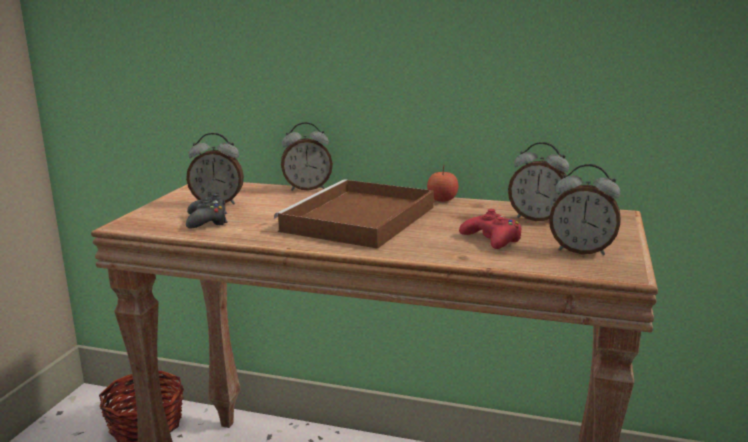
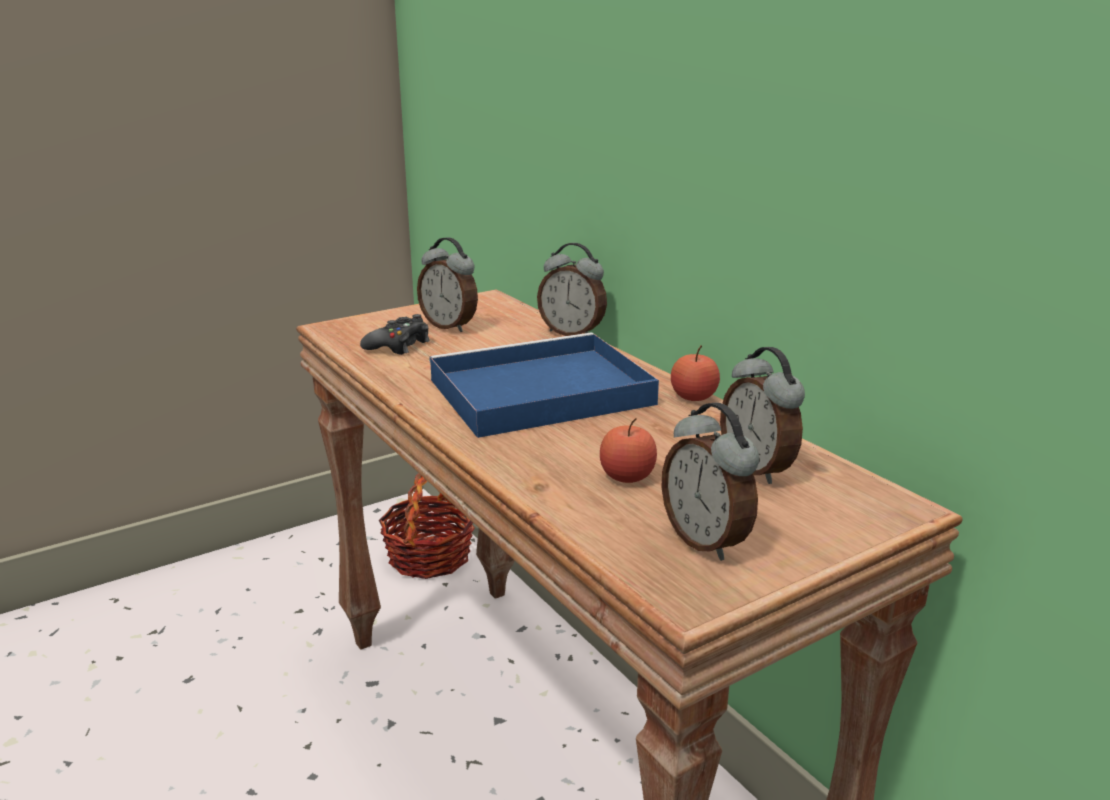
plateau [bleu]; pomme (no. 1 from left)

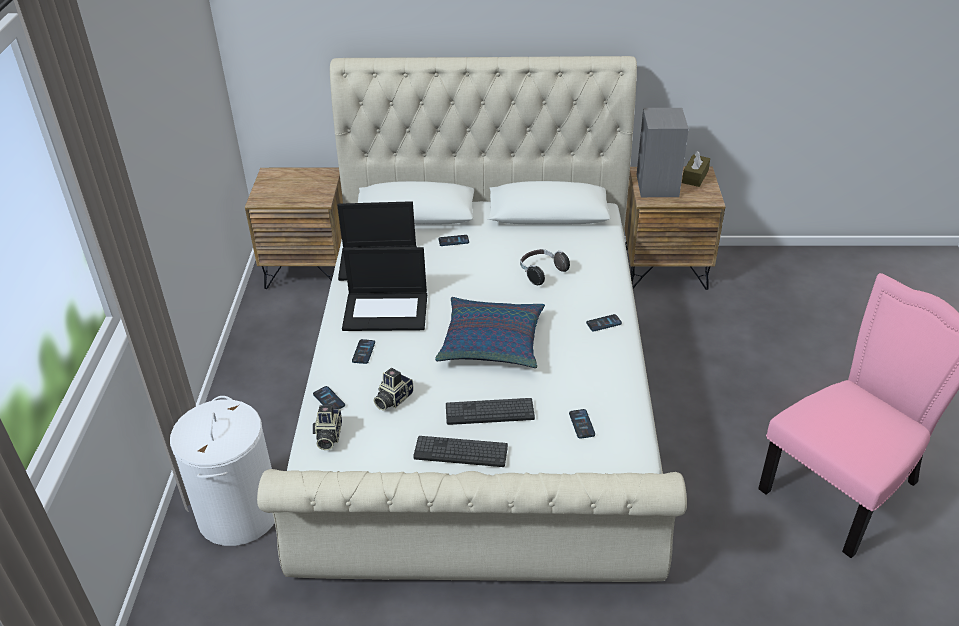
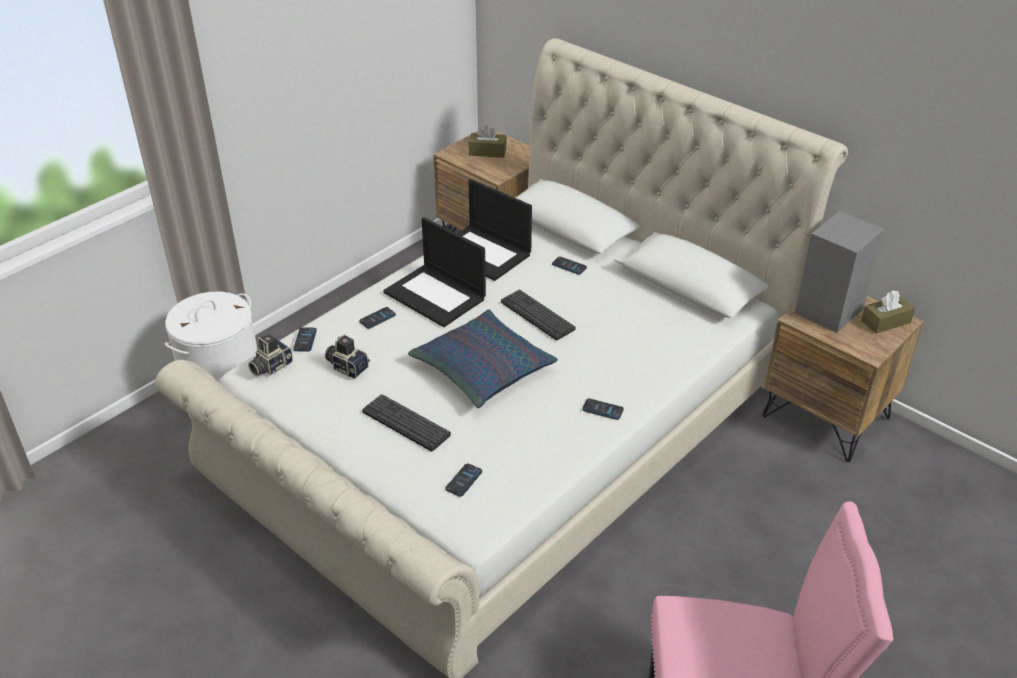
appareil photo (no. 2 from left); clavier (no. 2 from left); casque audio; boîte à mouchoirs [marron] (no. 1 from left)

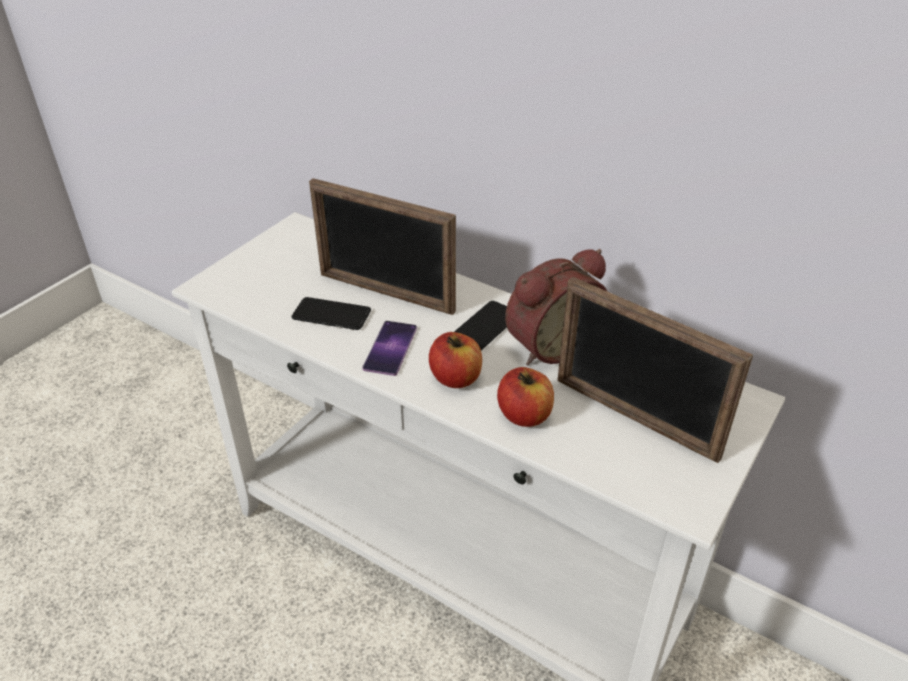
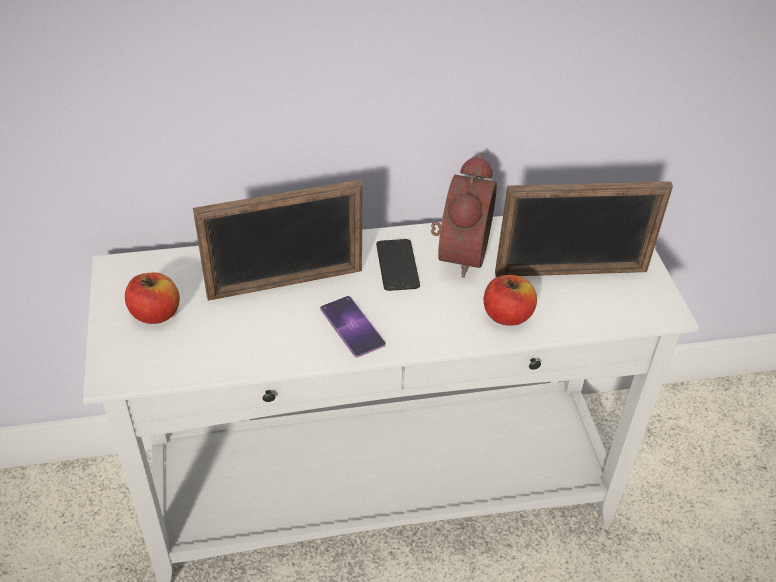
téléphone (no. 1 from left in the first image); pomme (no. 1 from left)

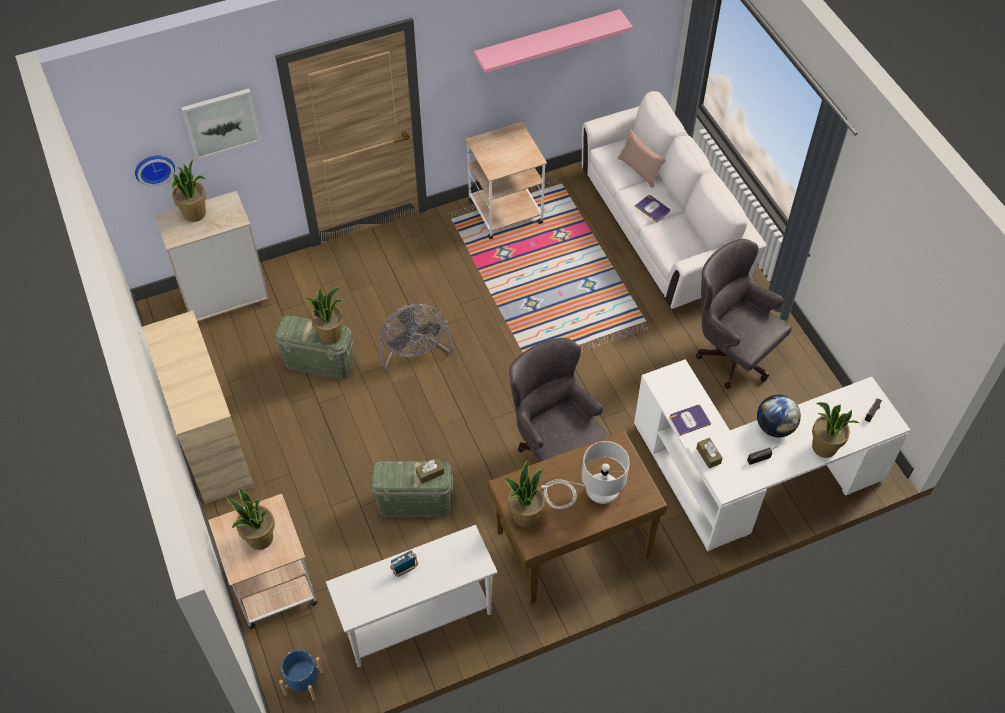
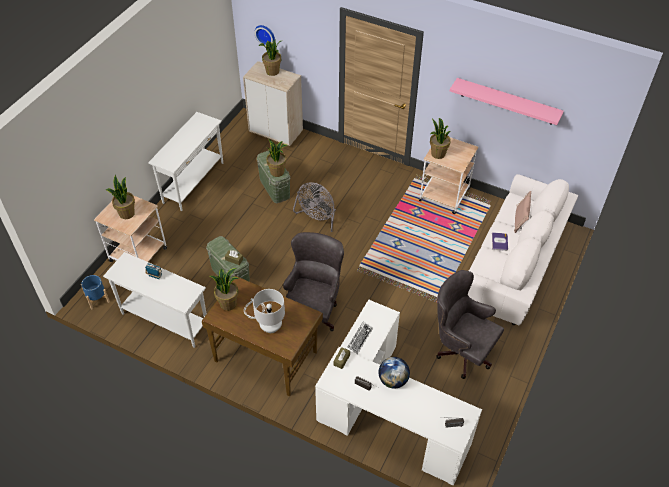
table console [blanc] (no. 2 from left); tableau; clavier; chaise de bureau [gris] (no. 2 from left); plante en pot (no. 5 from left)

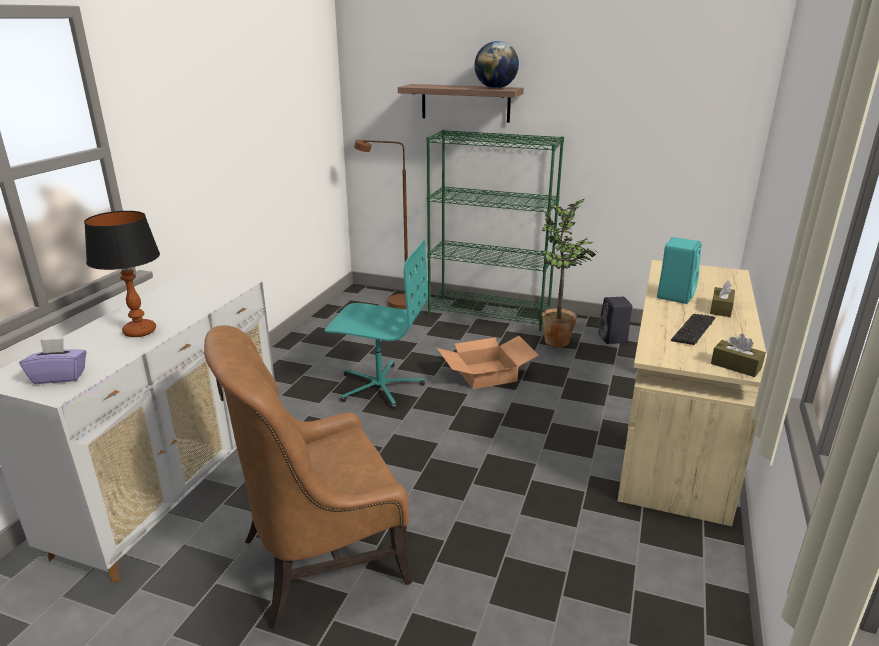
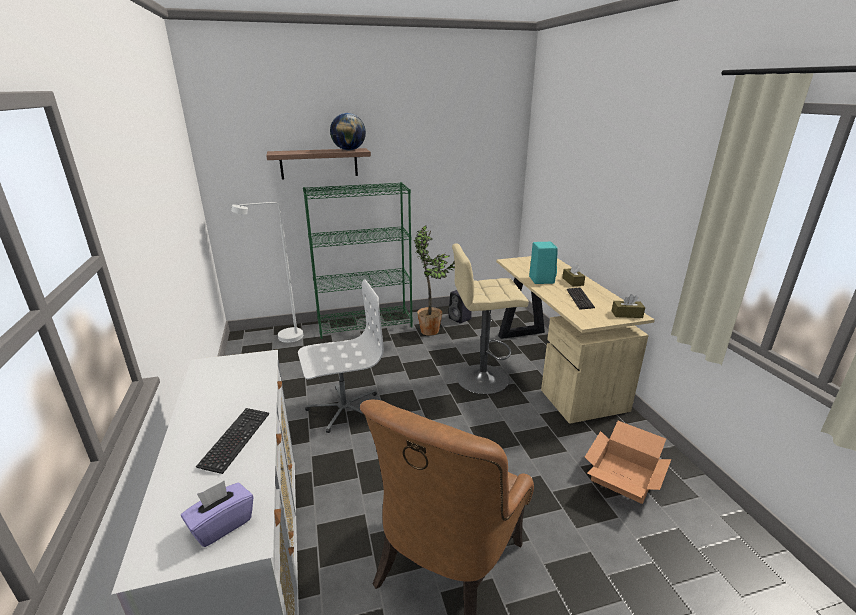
clavier (no. 1 from left); chaise de bureau [blanc]; lampadaire [blanc]; carton; tabouret [beige]

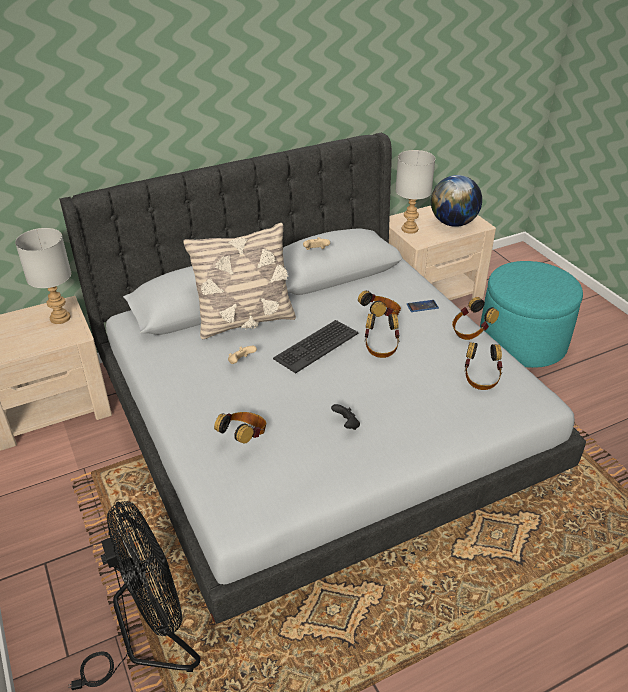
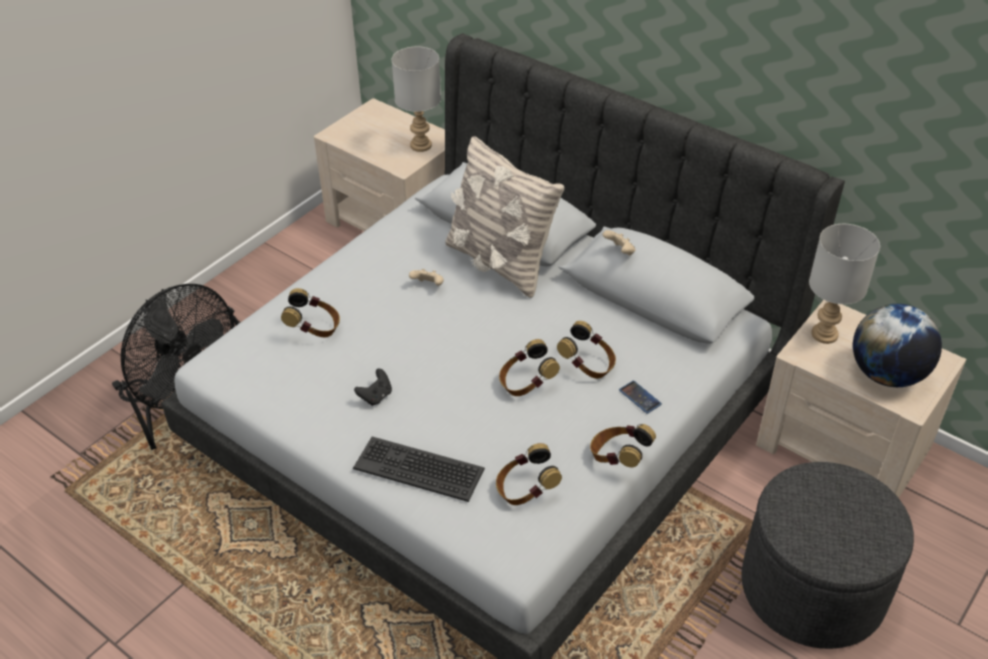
clavier; pouf [gris]

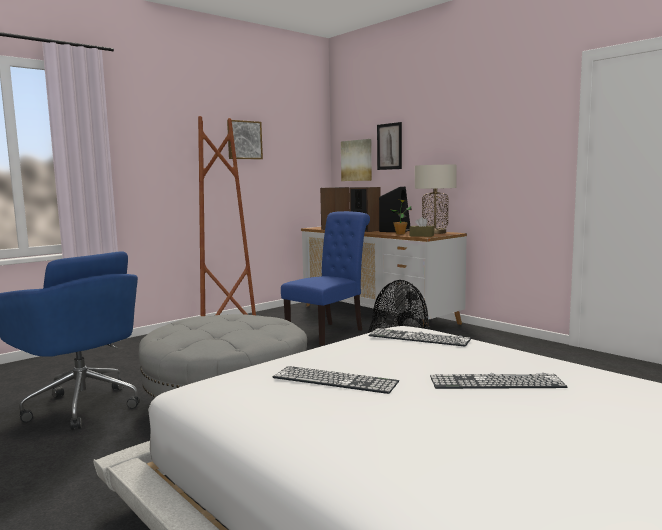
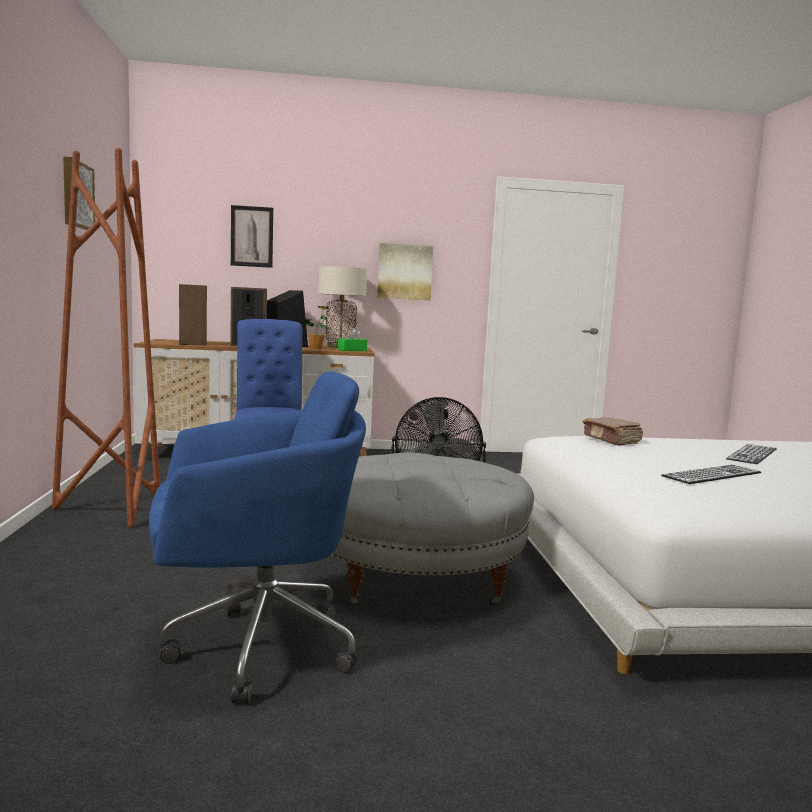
tableau (no. 3 from left); livre [marron]; boîte à mouchoirs [vert]

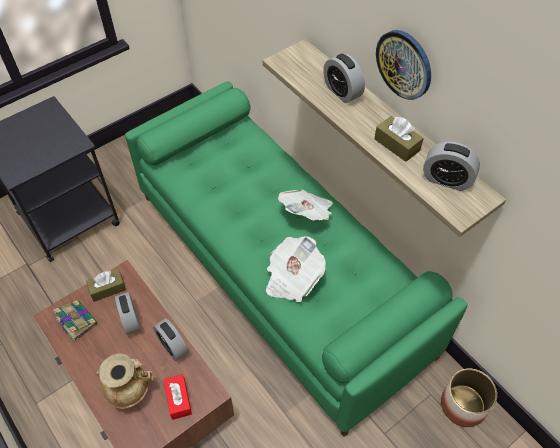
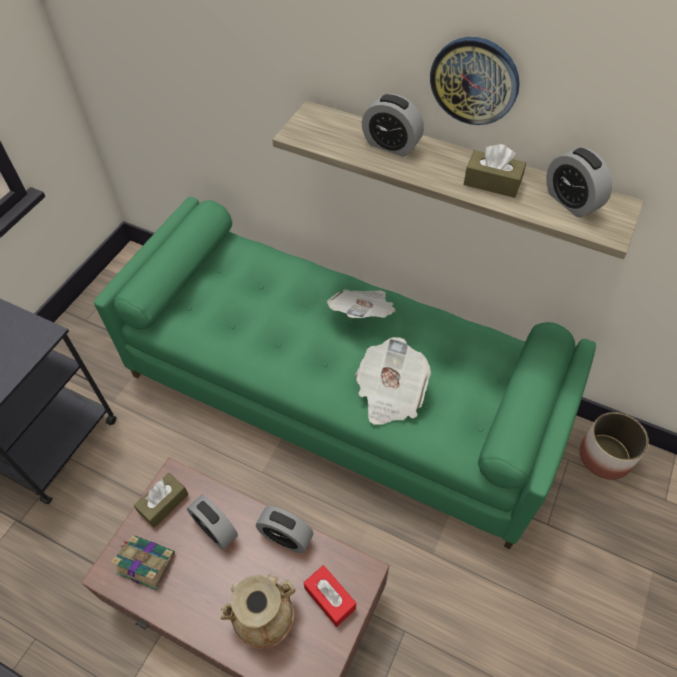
réveil (no. 4 from left)

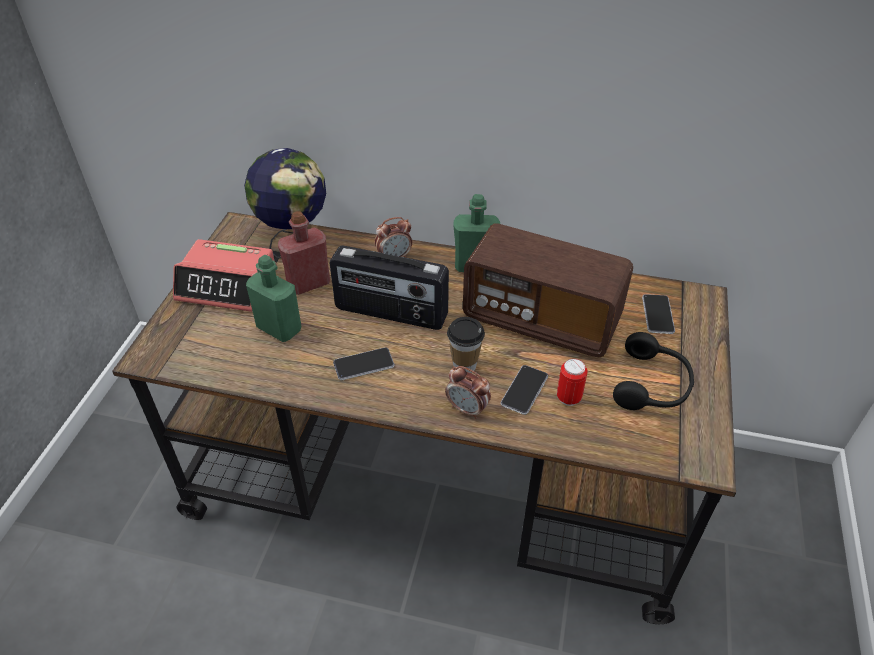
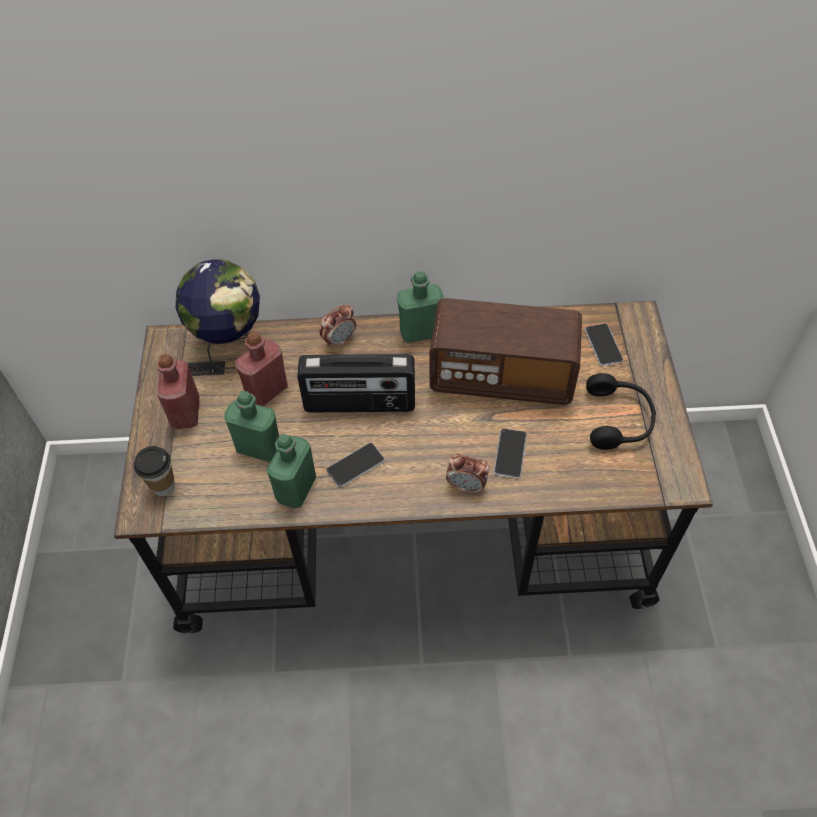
bouteille [rouge] (no. 1 from left); tasse; boîte métallique; bouteille [vert] (no. 2 from left)

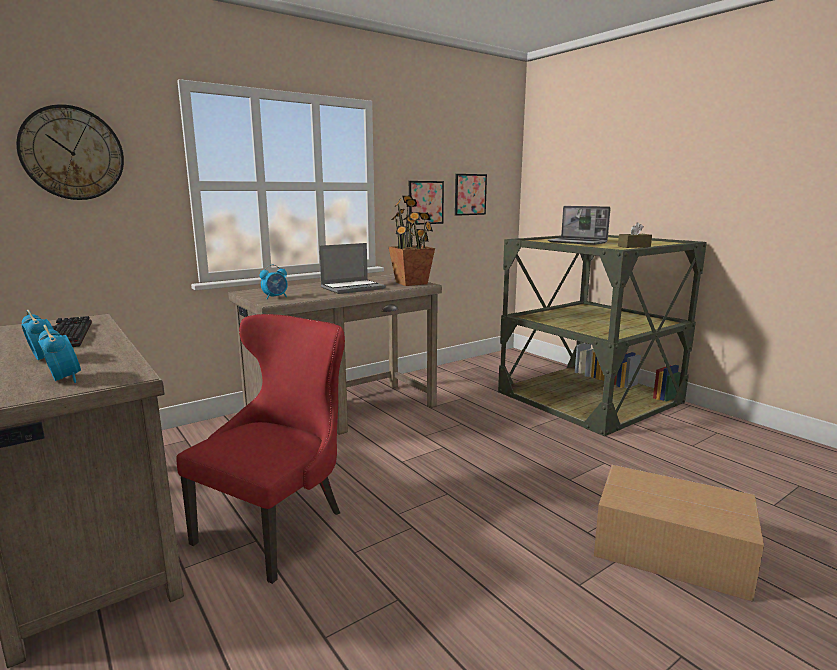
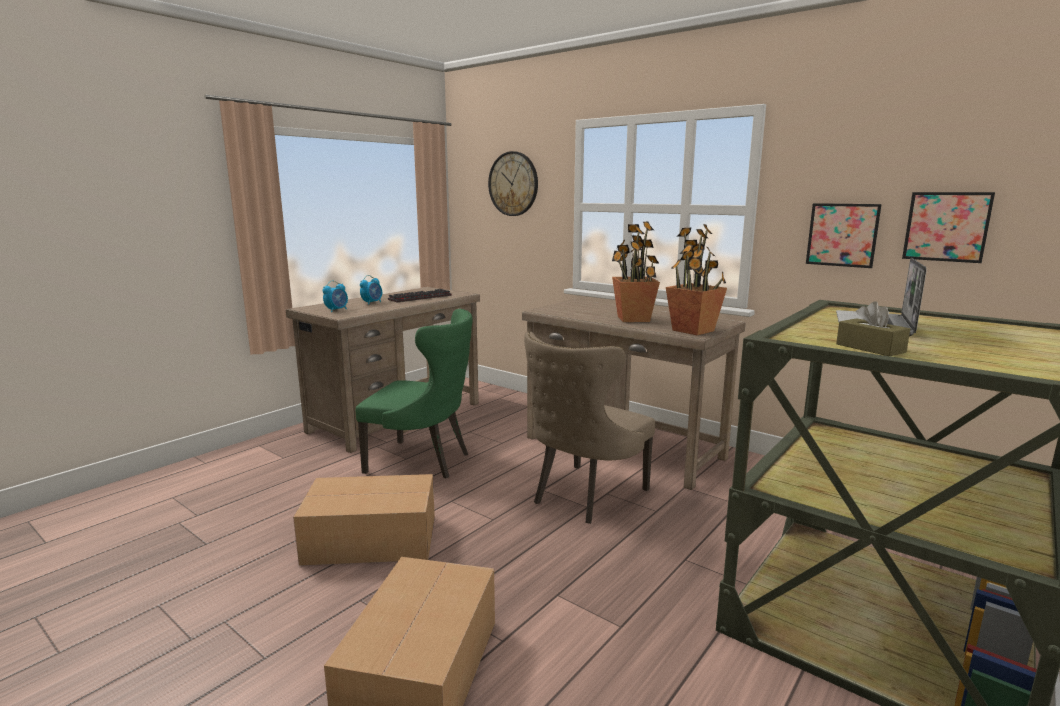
chaise [vert]; réveil (no. 3 from left in the first image); plante en pot (no. 1 from left); carton (no. 1 from left); chaise [beige]

